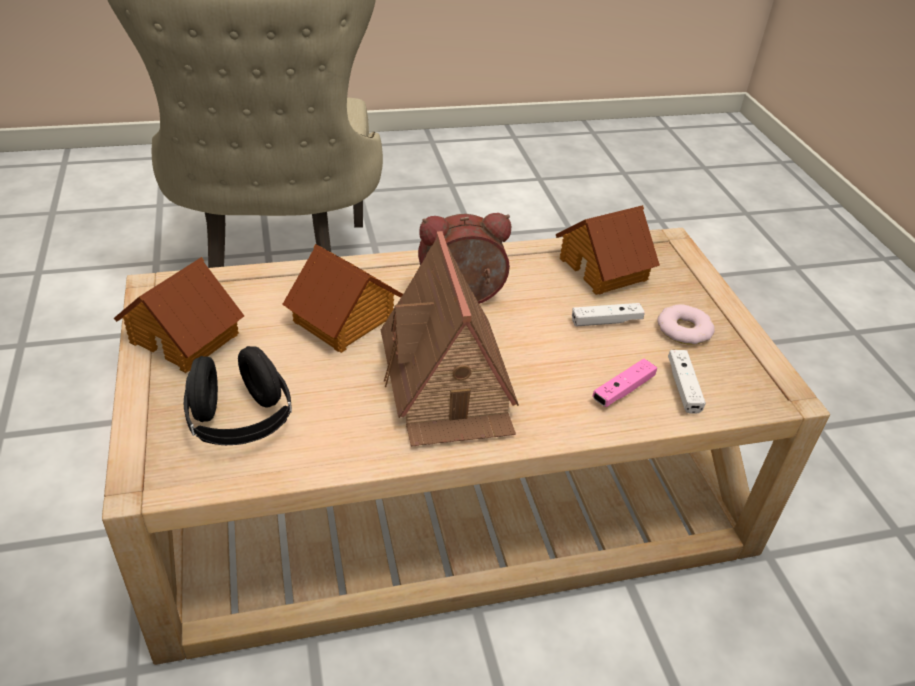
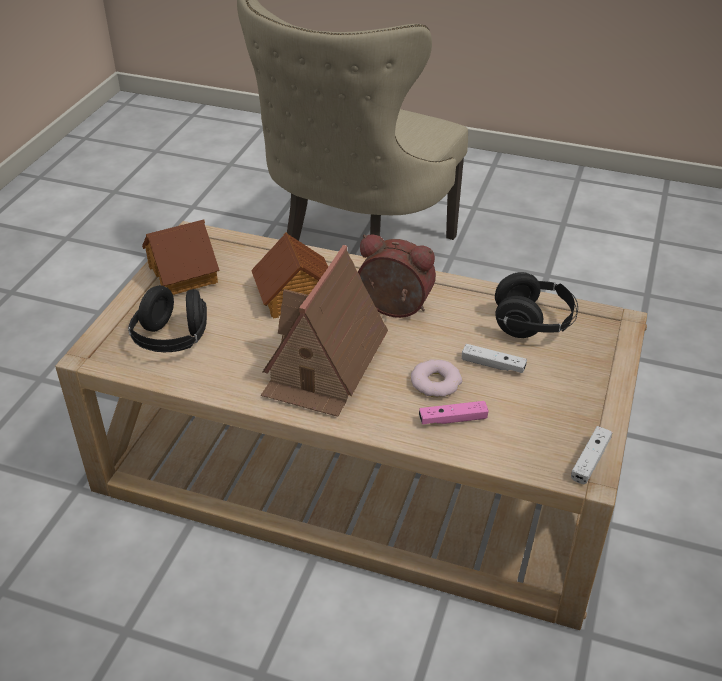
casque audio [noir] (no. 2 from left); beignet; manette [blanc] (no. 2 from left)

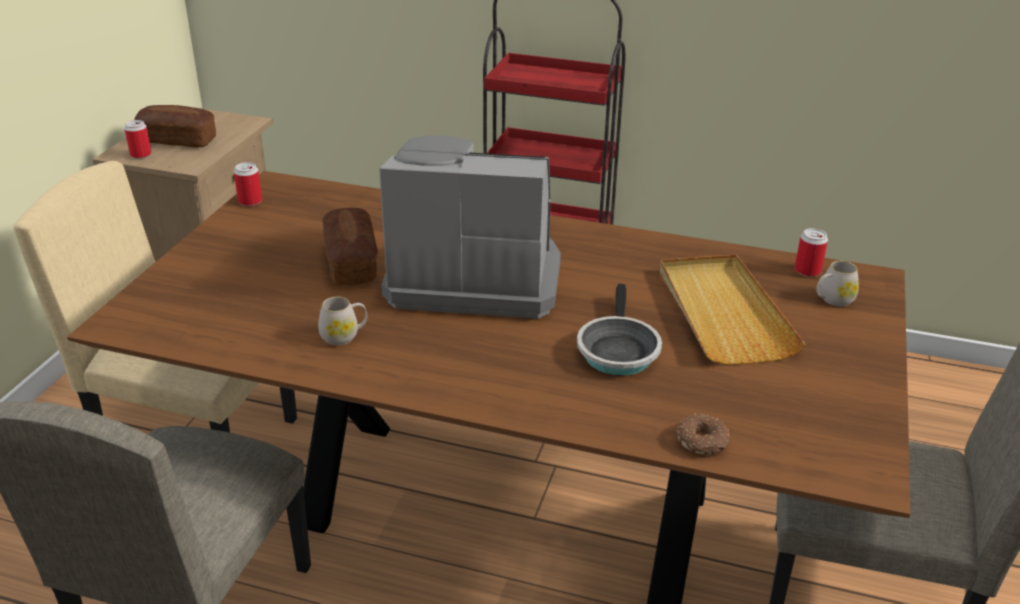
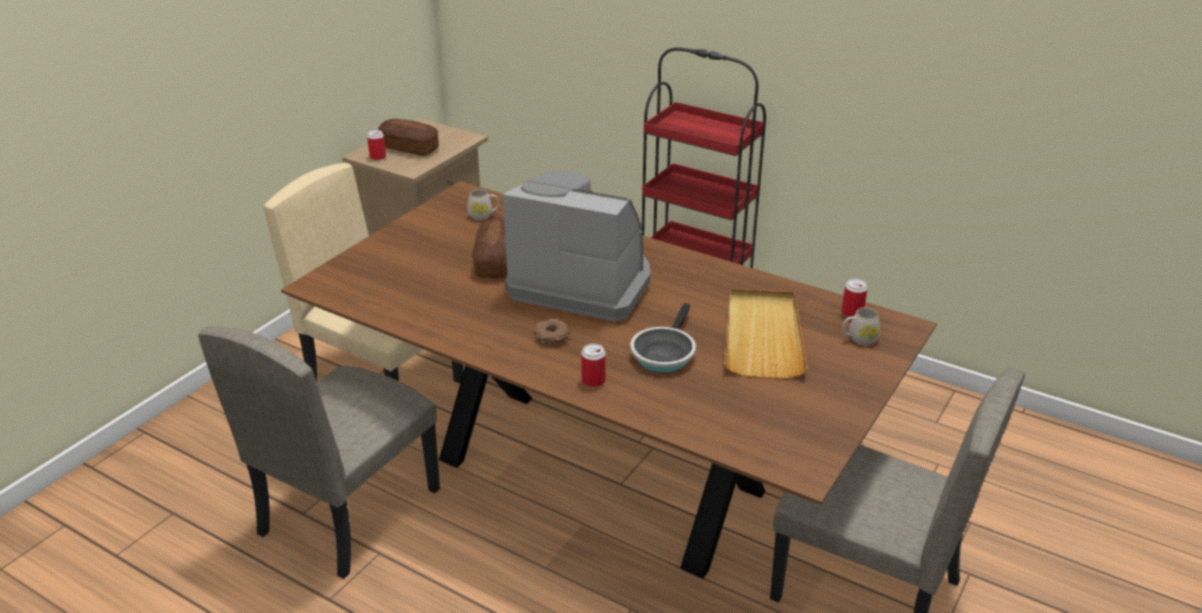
boîte métallique (no. 2 from left); mug [blanc] (no. 1 from left); beignet

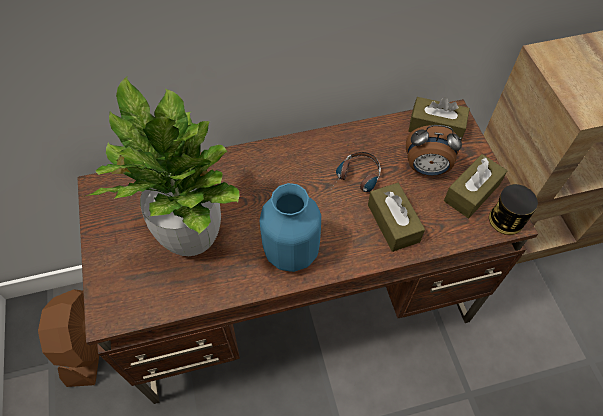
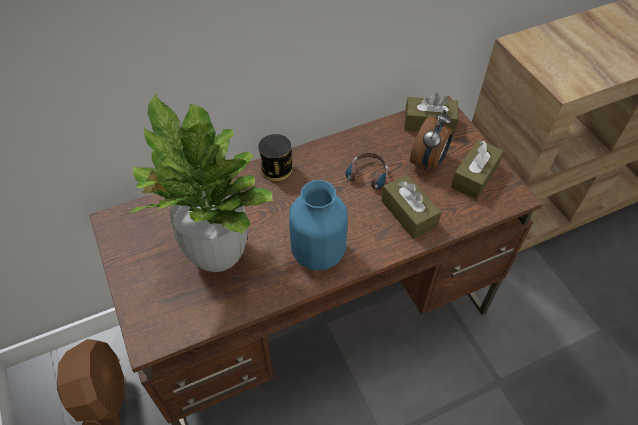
réveil; boîte métallique

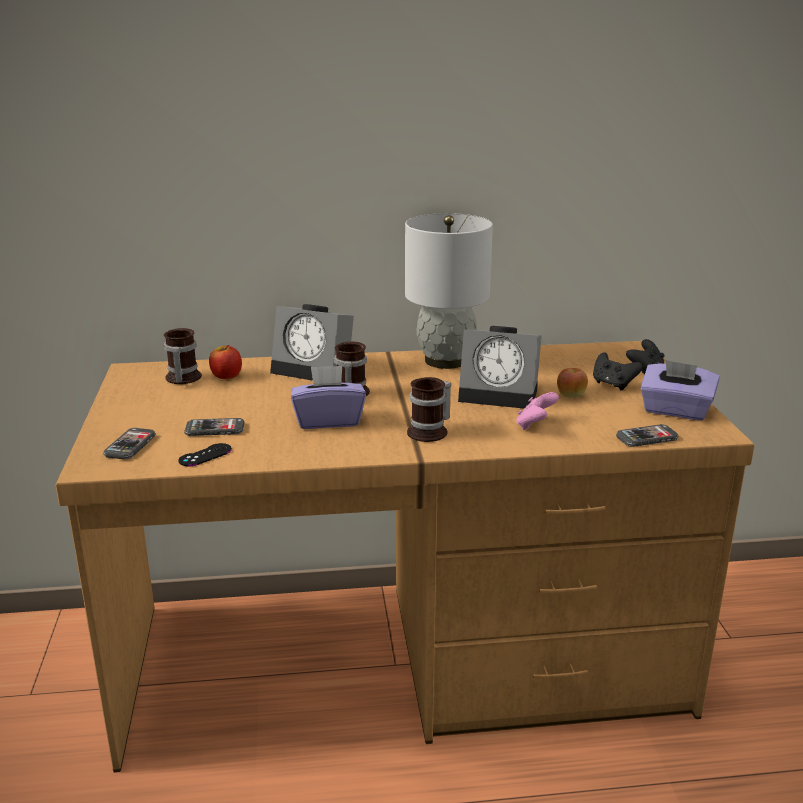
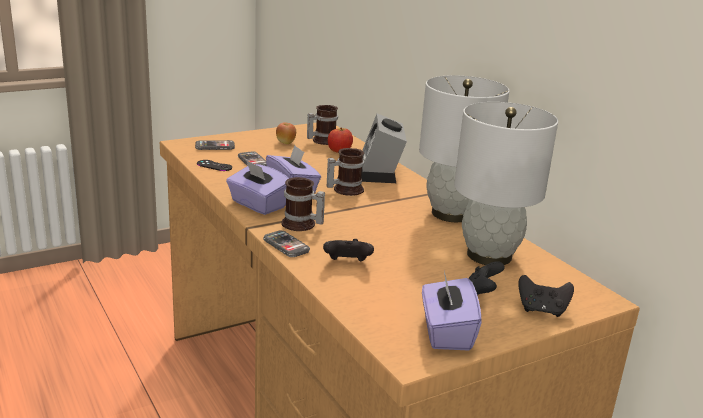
réveil (no. 2 from left in the first image); manette [noir] (no. 2 from left); pomme (no. 1 from left); téléphone (no. 3 from left); boîte à mouchoirs [violet] (no. 1 from left); lampe de table [blanc] (no. 2 from left)

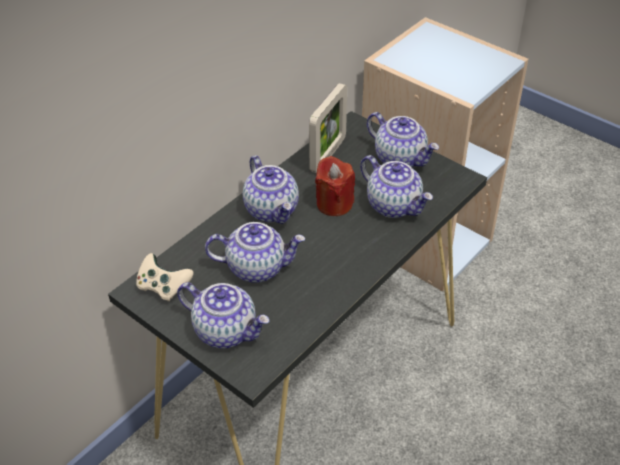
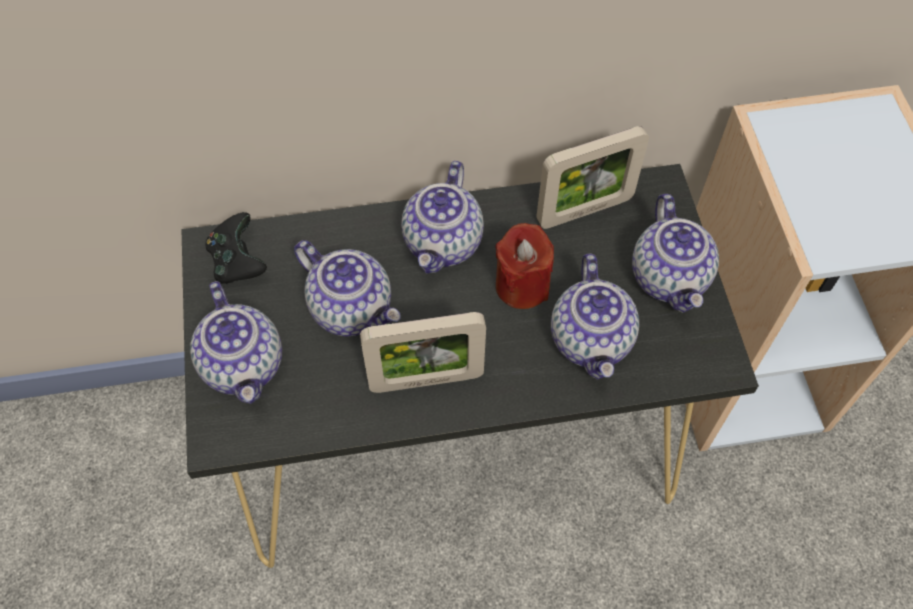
manette [noir]; cadre photo (no. 1 from left)

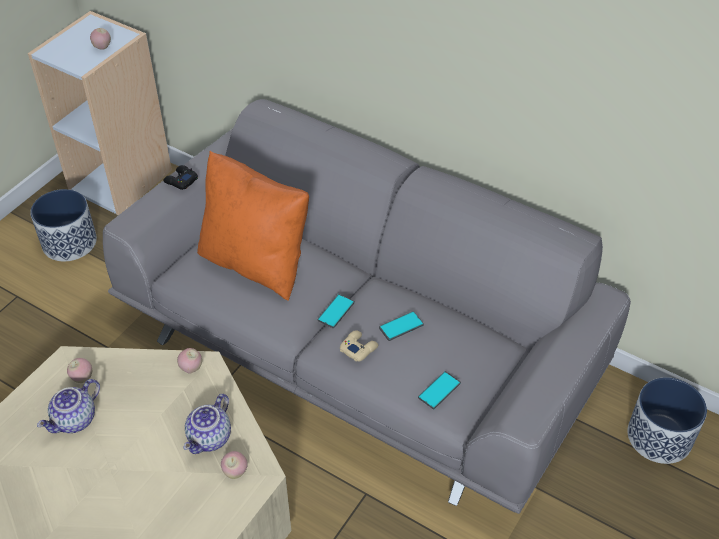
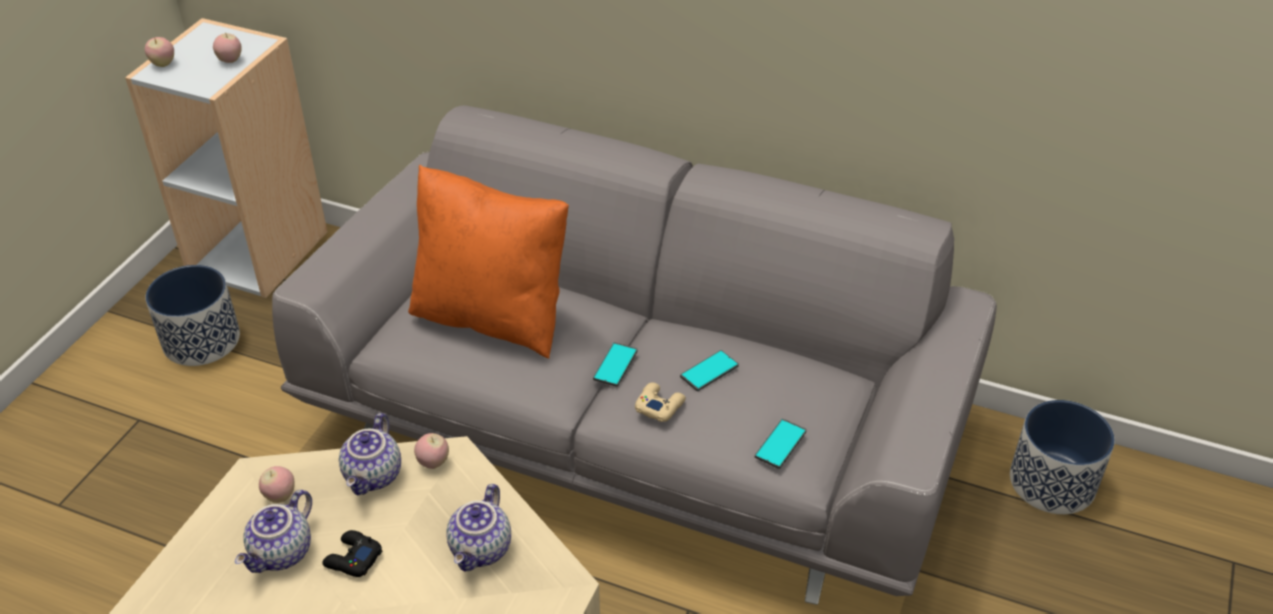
manette [noir]; pomme (no. 1 from left); théière (no. 2 from left)

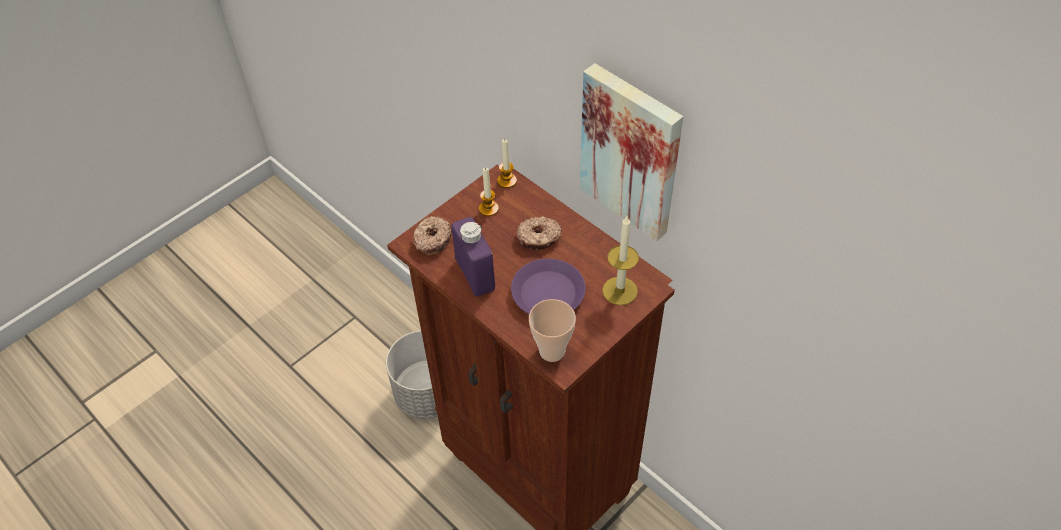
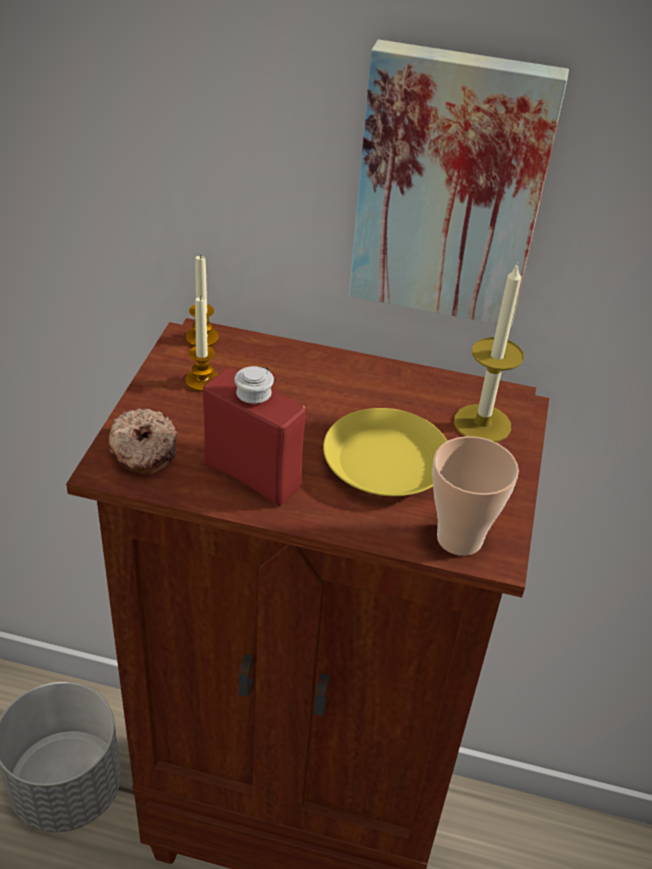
bouteille [rouge]; assiette [jaune]; beignet (no. 2 from left in the first image)

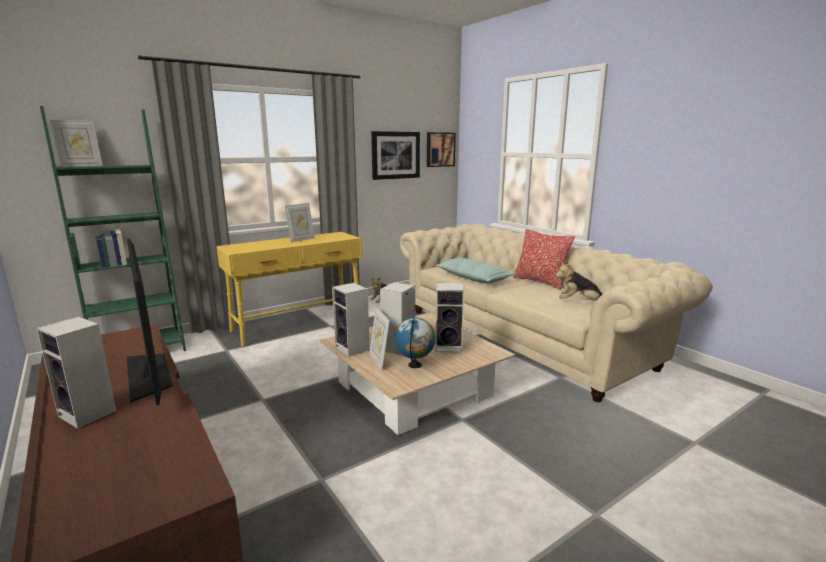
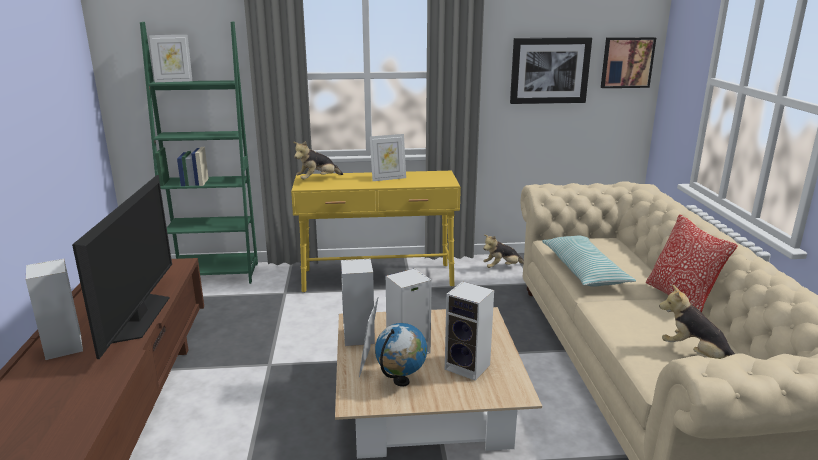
peluche (no. 1 from left)

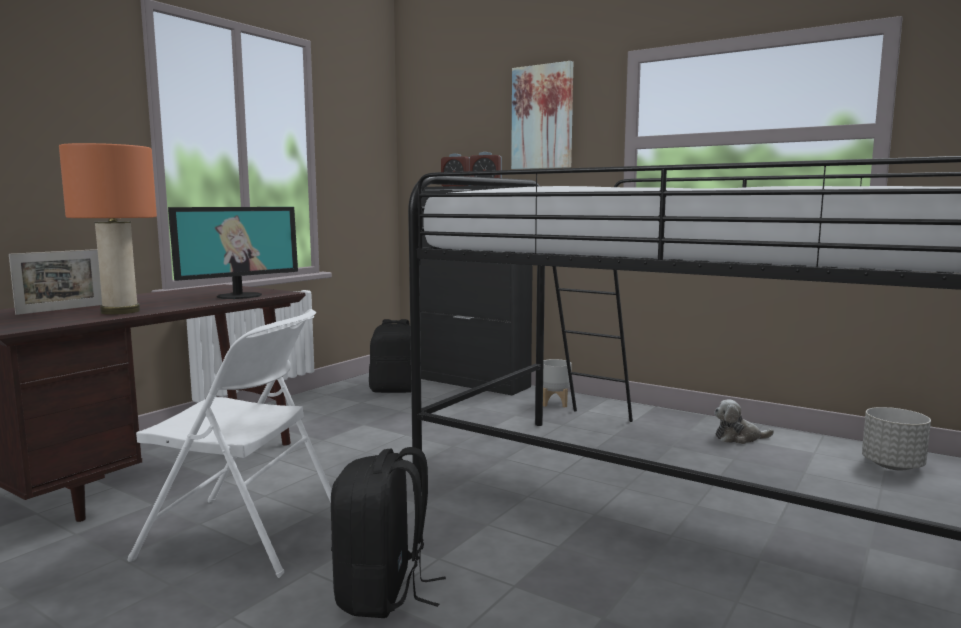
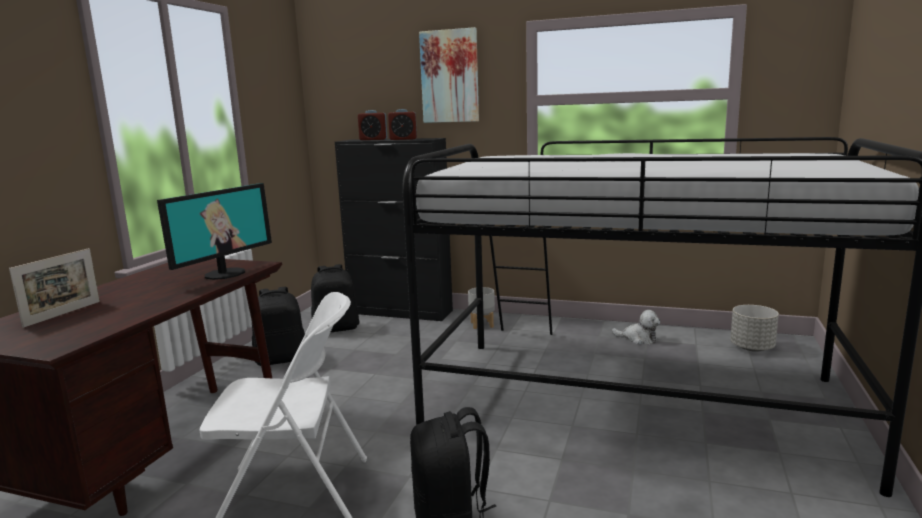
lampe de table [orange]; peluche; sac à dos [noir] (no. 1 from left)

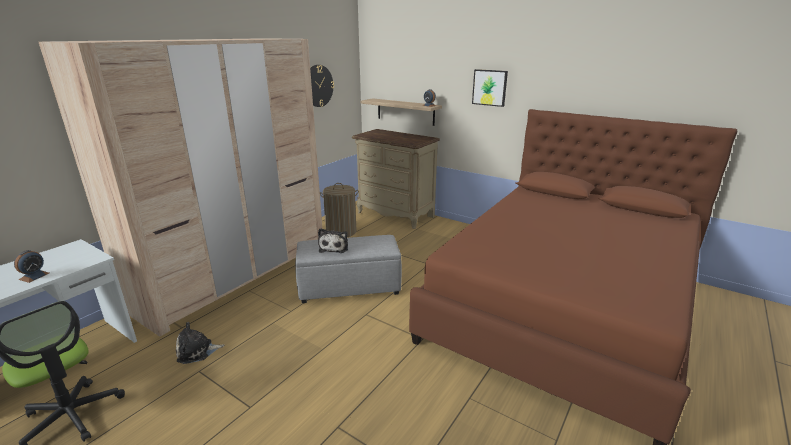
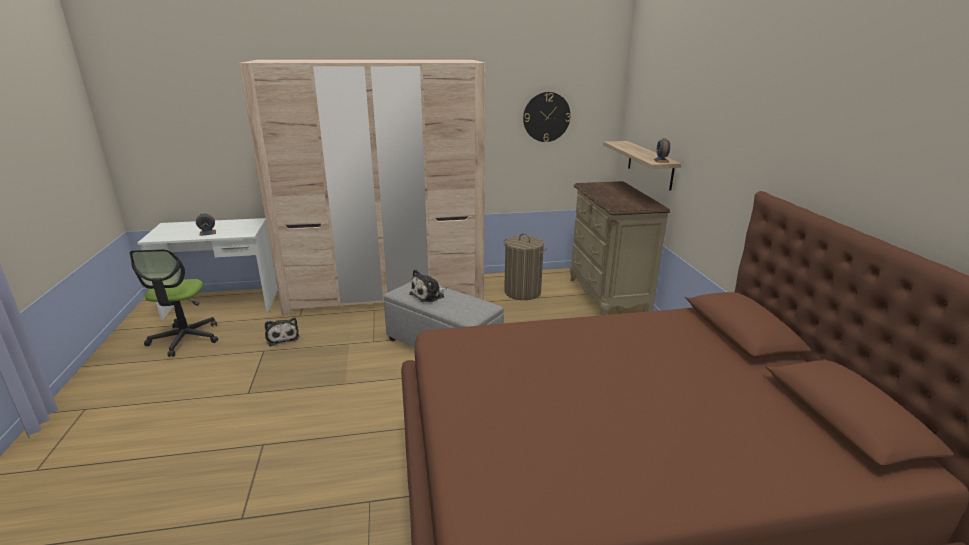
peluche (no. 1 from left); tableau

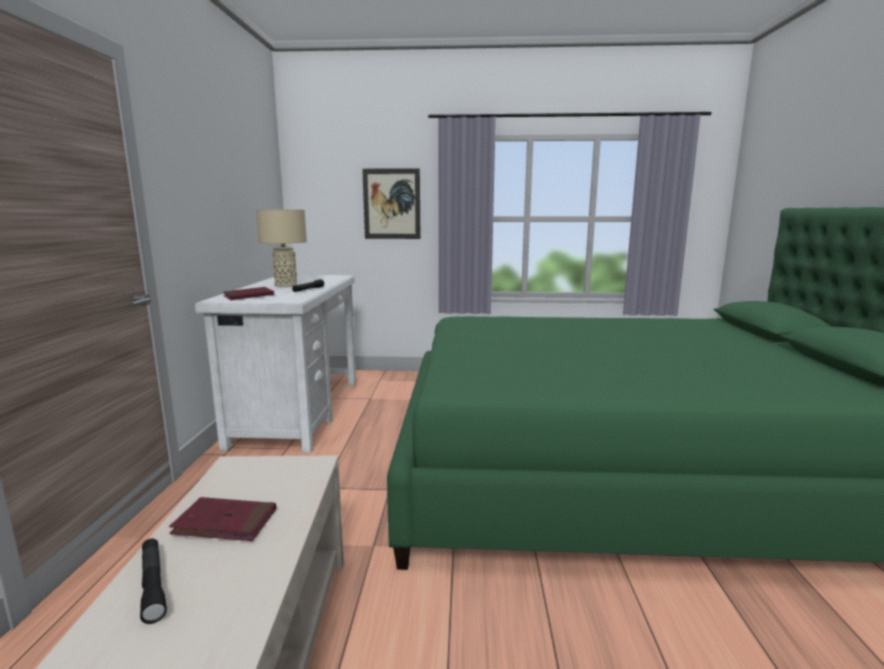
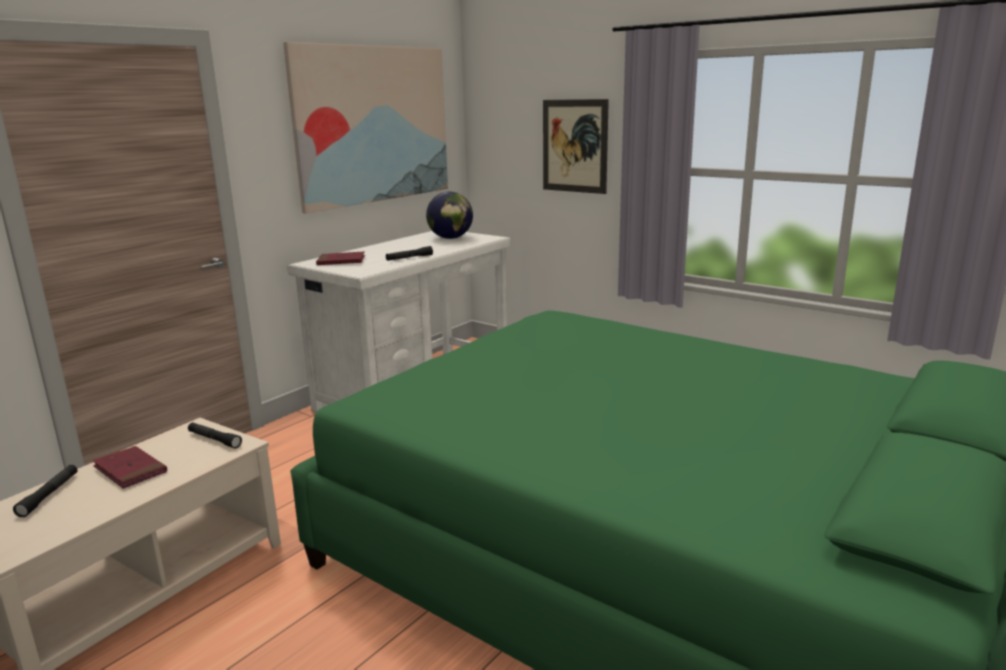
lampe de table [beige]; lampe de poche [noir] (no. 2 from left); tableau (no. 1 from left); globe

